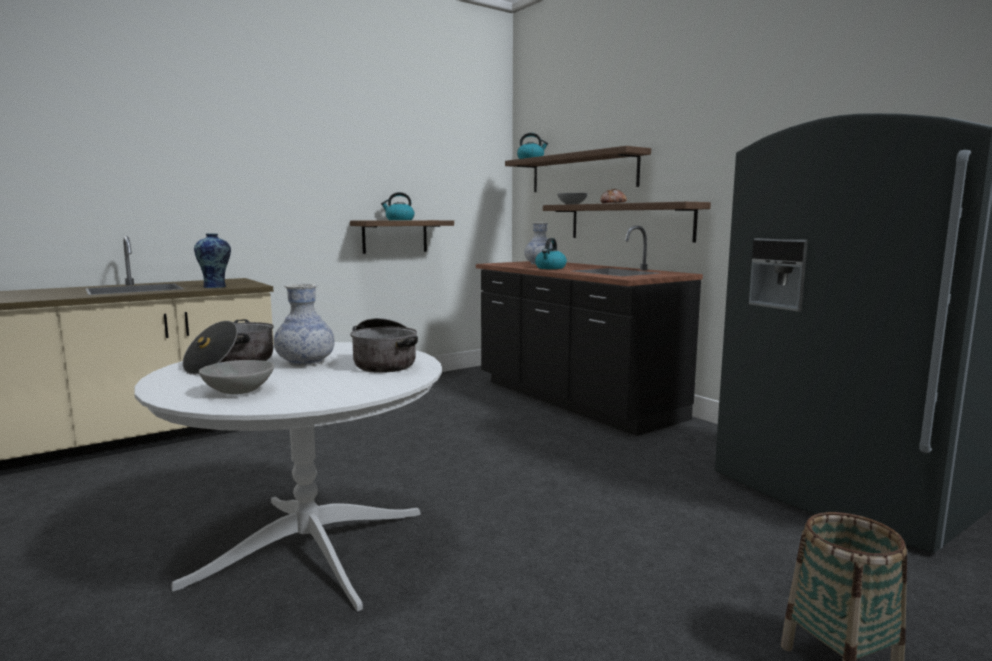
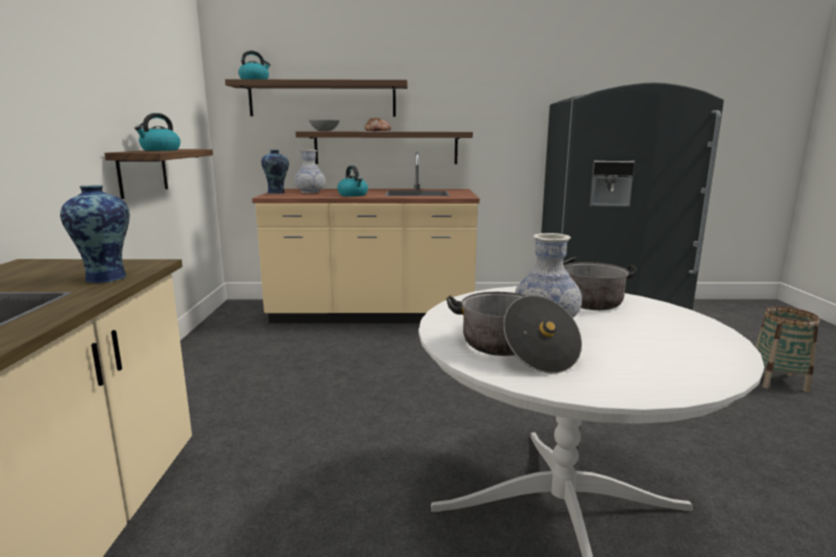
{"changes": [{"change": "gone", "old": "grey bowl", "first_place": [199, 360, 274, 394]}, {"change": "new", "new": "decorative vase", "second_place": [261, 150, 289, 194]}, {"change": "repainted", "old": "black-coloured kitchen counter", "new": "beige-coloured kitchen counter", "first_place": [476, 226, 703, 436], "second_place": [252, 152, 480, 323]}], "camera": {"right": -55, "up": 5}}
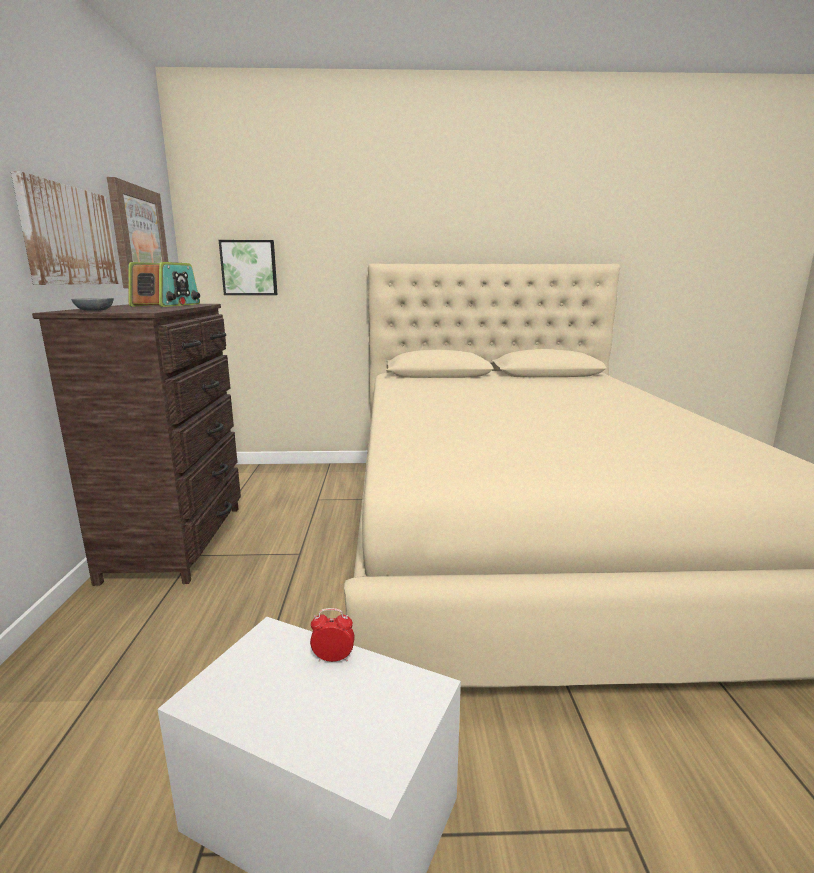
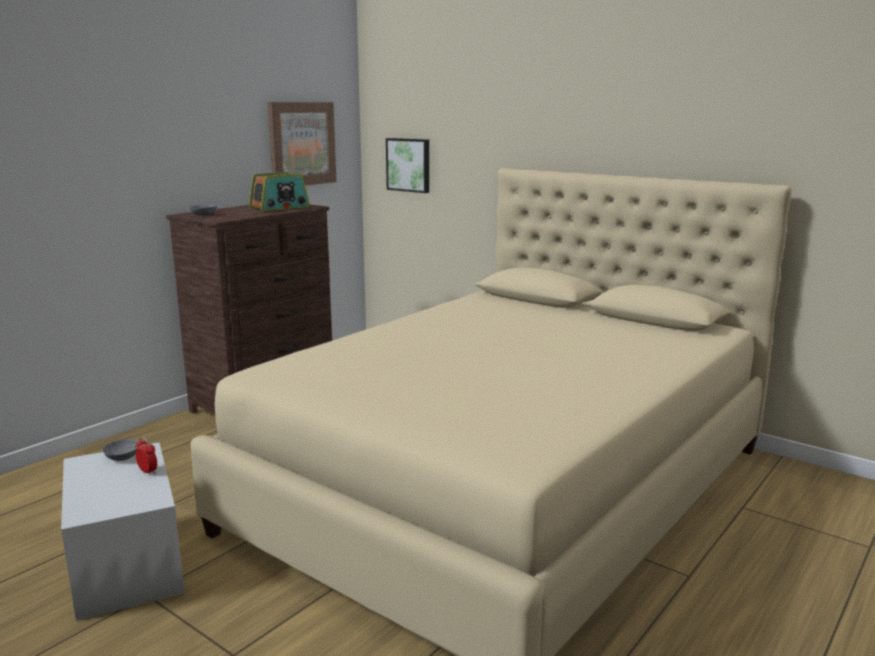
{"changes": [{"change": "gone", "old": "wall picture", "first_place": [11, 171, 119, 285]}, {"change": "new", "new": "grey bowl", "second_place": [103, 439, 140, 461]}], "camera": {"right": 40, "up": 0}}
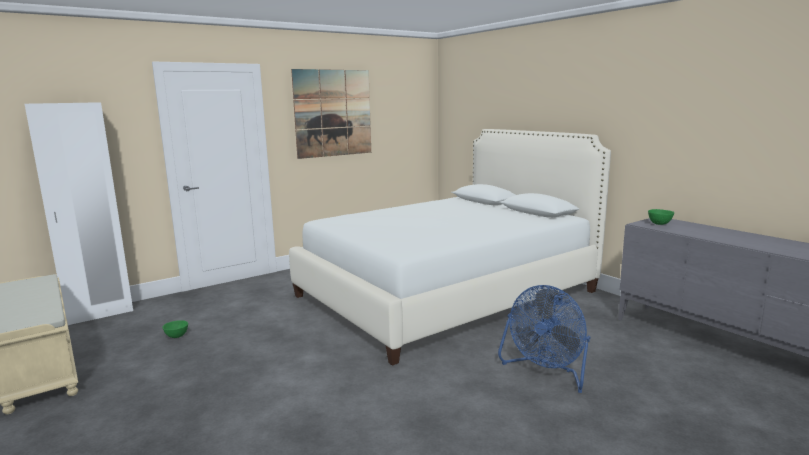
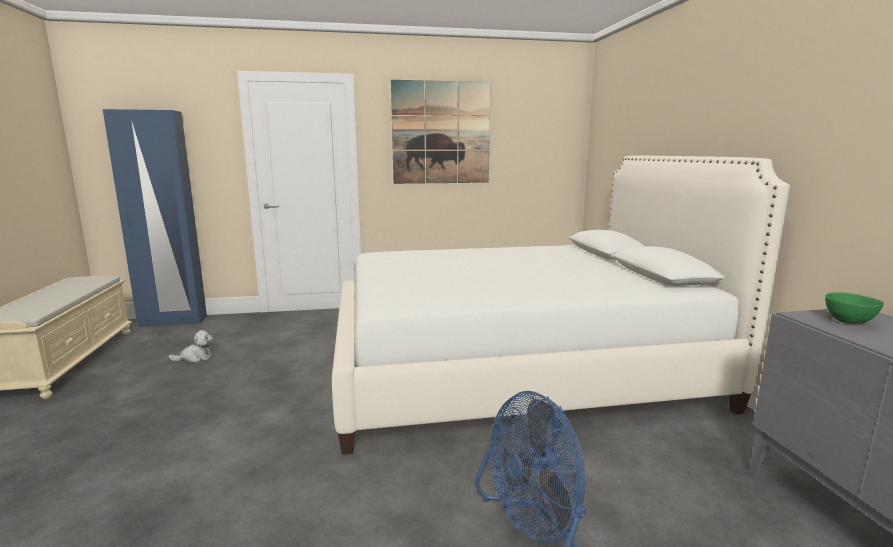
{"changes": [{"change": "swapped", "old": "green-coloured bowl", "new": "soft toy", "first_place": [163, 320, 188, 338], "second_place": [168, 330, 213, 362]}, {"change": "repainted", "old": "white-coloured clothes cupboard", "new": "blue-coloured clothes cupboard", "first_place": [25, 102, 133, 325], "second_place": [103, 109, 207, 327]}], "camera": {"right": 25, "up": 0}}
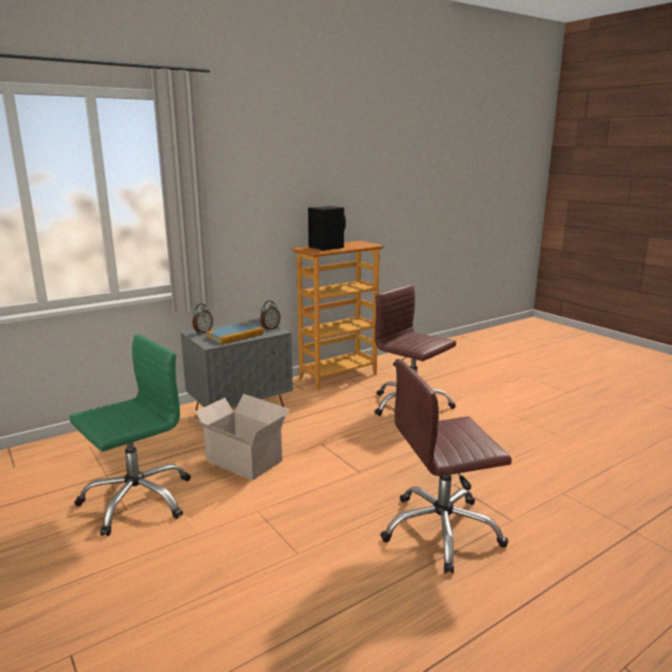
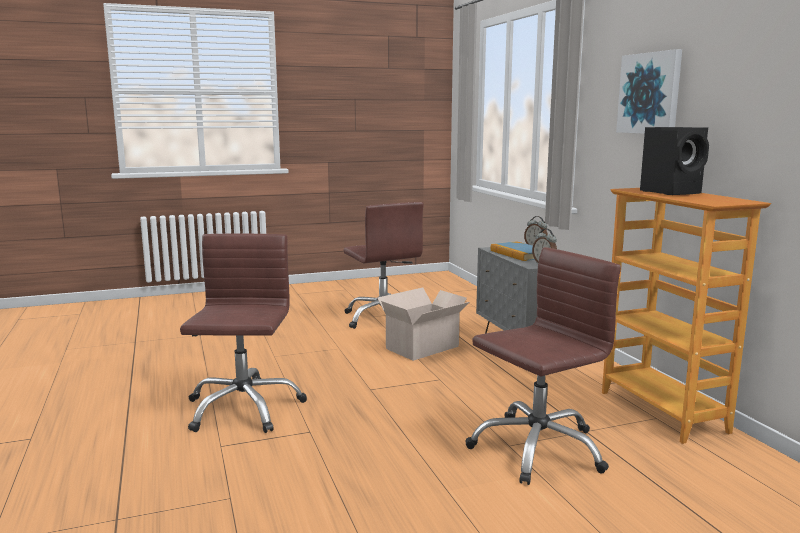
{"changes": [{"change": "new", "new": "wall picture", "second_place": [616, 49, 682, 134]}, {"change": "repainted", "old": "green-coloured desk chair", "new": "brownish desk chair", "first_place": [69, 334, 191, 536], "second_place": [344, 202, 424, 329]}], "camera": {"right": 105, "up": -5}}
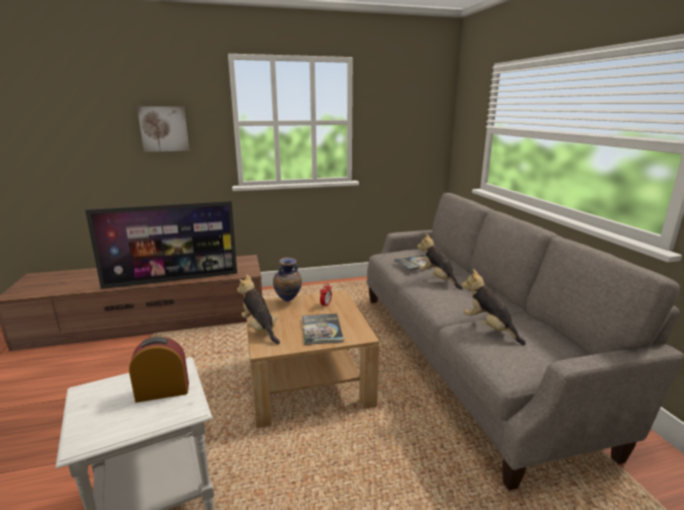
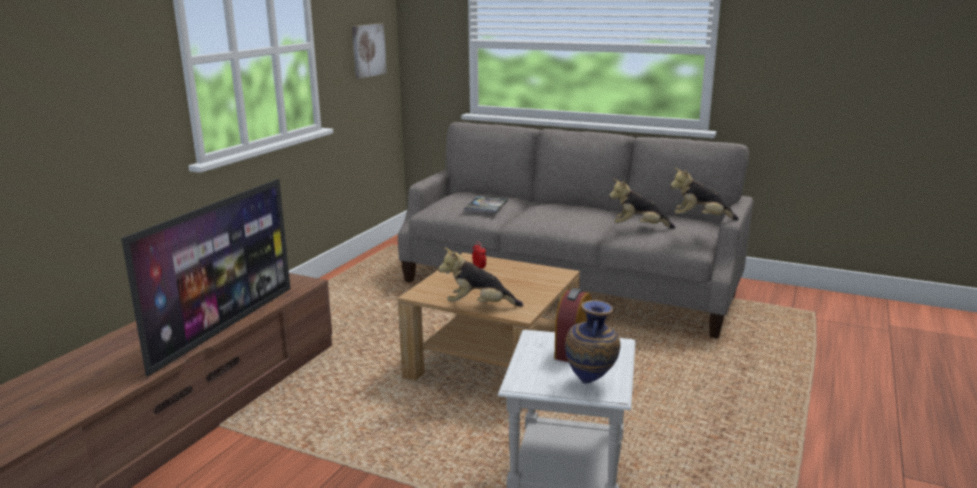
{"changes": [{"change": "gone", "old": "volume", "first_place": [302, 314, 344, 345]}, {"change": "shifted", "old": "wall picture", "first_place": [137, 107, 189, 152], "second_place": [352, 24, 387, 79]}, {"change": "shifted", "old": "decorative vase", "first_place": [273, 258, 302, 302], "second_place": [565, 300, 621, 384]}, {"change": "shifted", "old": "soft toy", "first_place": [417, 234, 463, 290], "second_place": [670, 168, 739, 220]}], "camera": {"right": -50, "up": 0}}
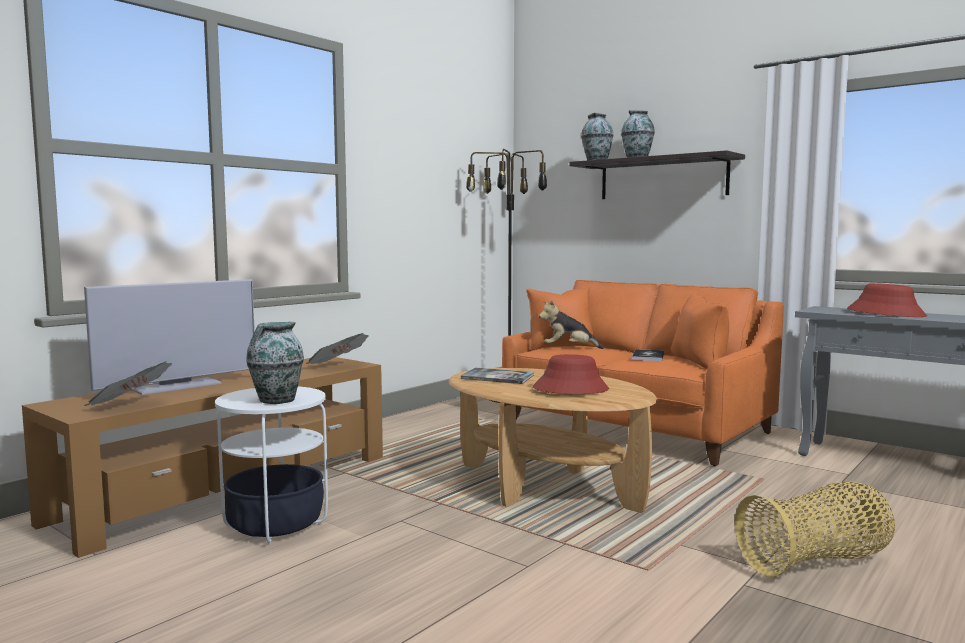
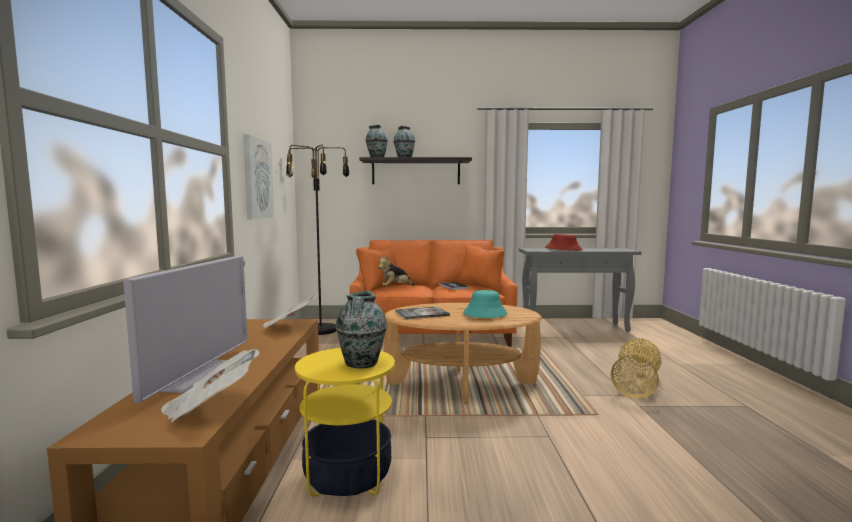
{"changes": [{"change": "new", "new": "wall picture", "second_place": [243, 134, 274, 219]}, {"change": "repainted", "old": "white-coloured side table", "new": "yellow-coloured side table", "first_place": [215, 386, 328, 544], "second_place": [295, 348, 395, 497]}, {"change": "repainted", "old": "red wearable hat", "new": "blue-green wearable hat", "first_place": [533, 354, 609, 394], "second_place": [463, 290, 508, 318]}], "camera": {"right": -40, "up": 0}}
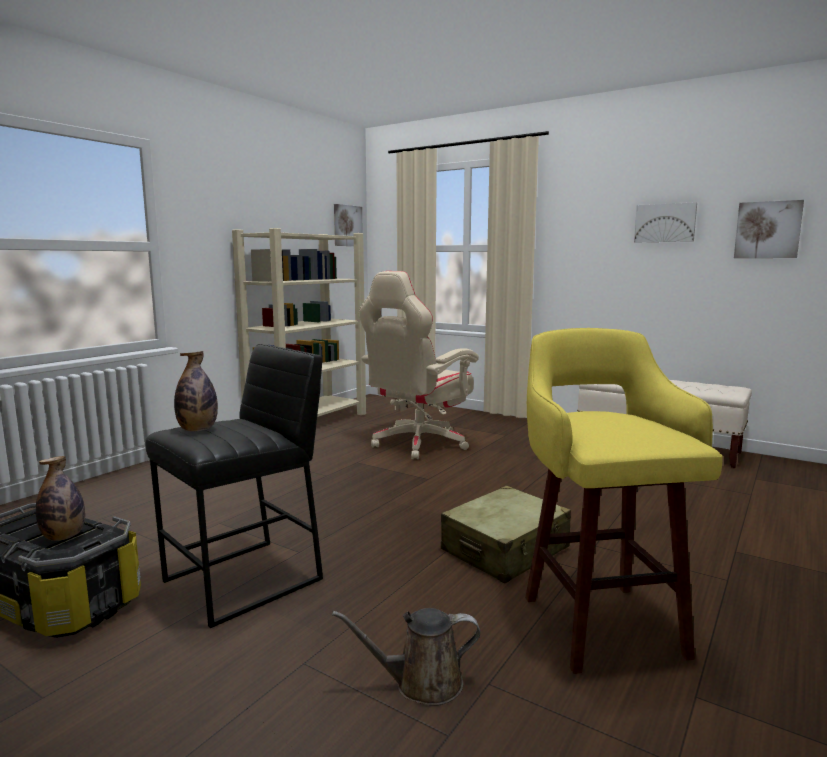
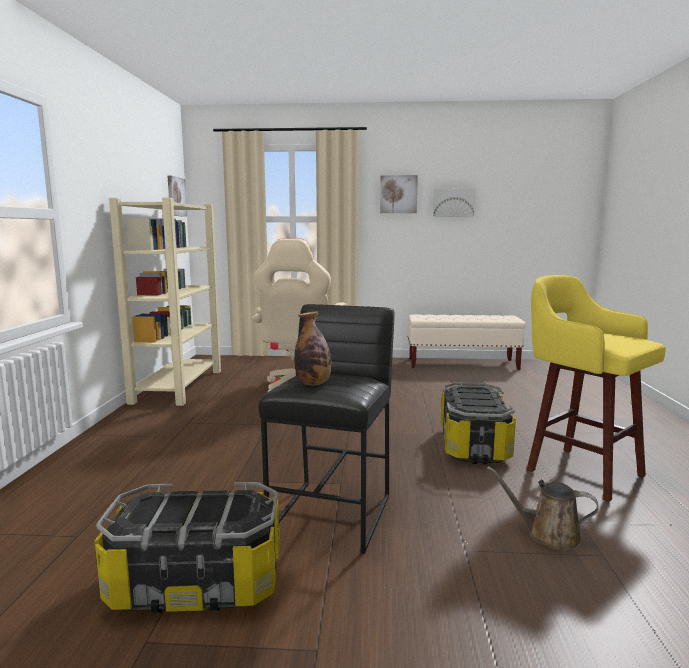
{"changes": [{"change": "gone", "old": "bottle", "first_place": [36, 456, 85, 541]}, {"change": "shifted", "old": "wall picture", "first_place": [734, 200, 804, 258], "second_place": [380, 175, 418, 213]}, {"change": "swapped", "old": "beige-coloured travel case", "new": "storage bin", "first_place": [441, 486, 571, 583], "second_place": [441, 382, 516, 465]}, {"change": "rotated", "old": "brownish watering pot", "first_place": [332, 608, 480, 706], "second_place": [487, 466, 599, 551], "degrees": 60}], "camera": {"right": -30, "up": 0}}
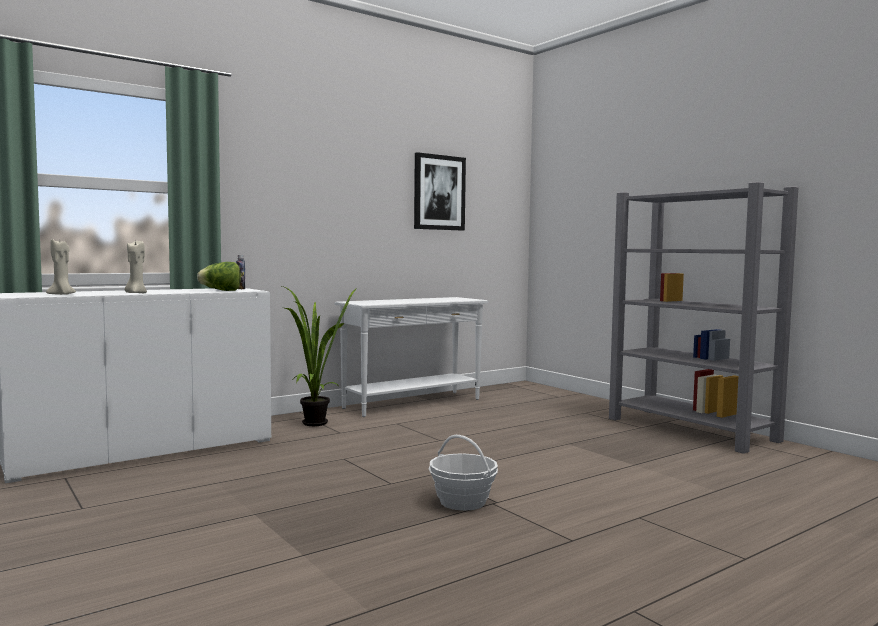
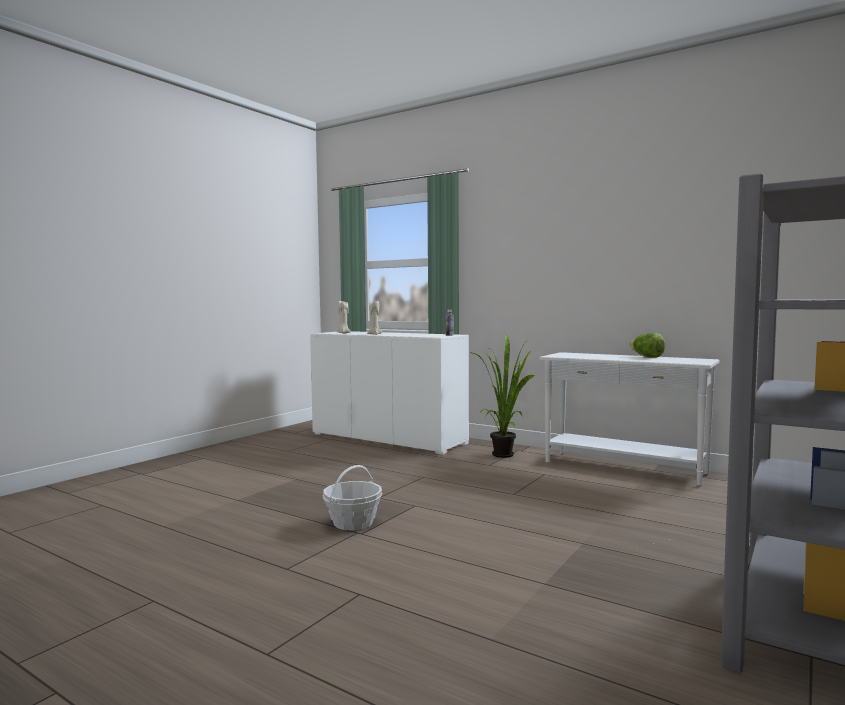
{"changes": [{"change": "gone", "old": "wall picture", "first_place": [414, 152, 466, 231]}, {"change": "shifted", "old": "head of lettuce", "first_place": [197, 262, 241, 291], "second_place": [630, 333, 666, 358]}], "camera": {"right": 70, "up": 0}}
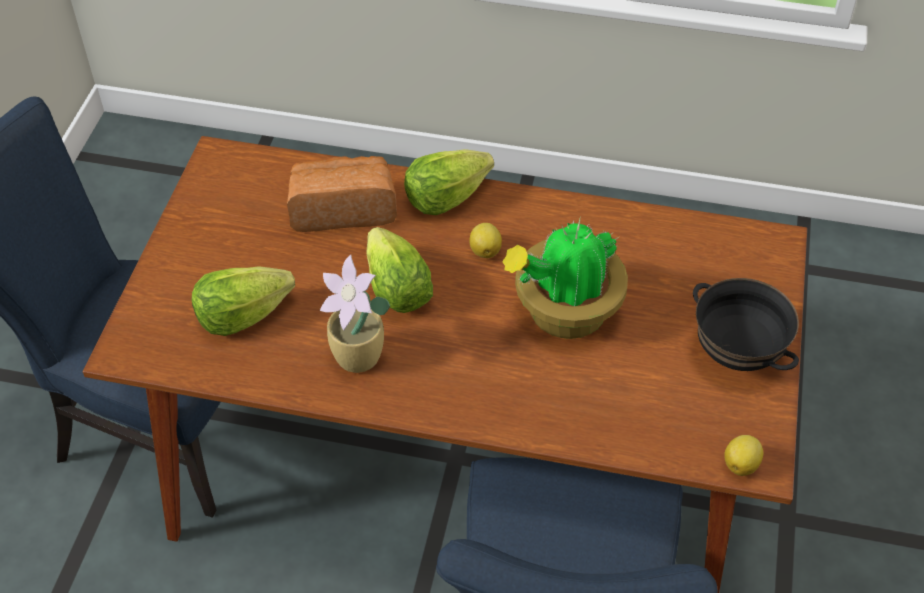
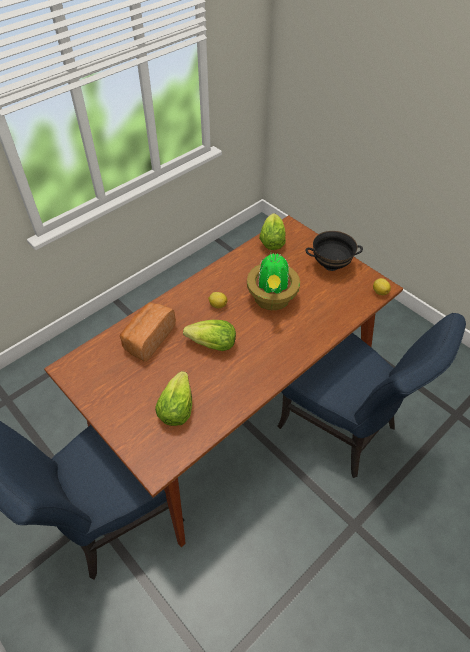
{"changes": [{"change": "gone", "old": "houseplant", "first_place": [320, 255, 390, 373]}, {"change": "shifted", "old": "head of lettuce", "first_place": [404, 149, 494, 215], "second_place": [259, 213, 286, 250]}], "camera": {"right": -55, "up": 0}}
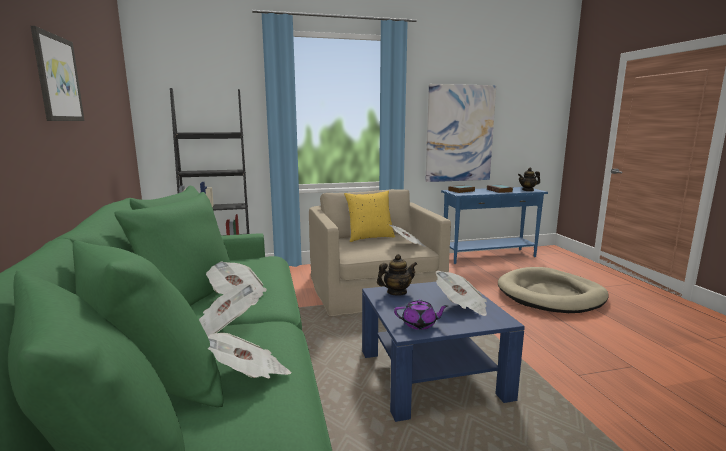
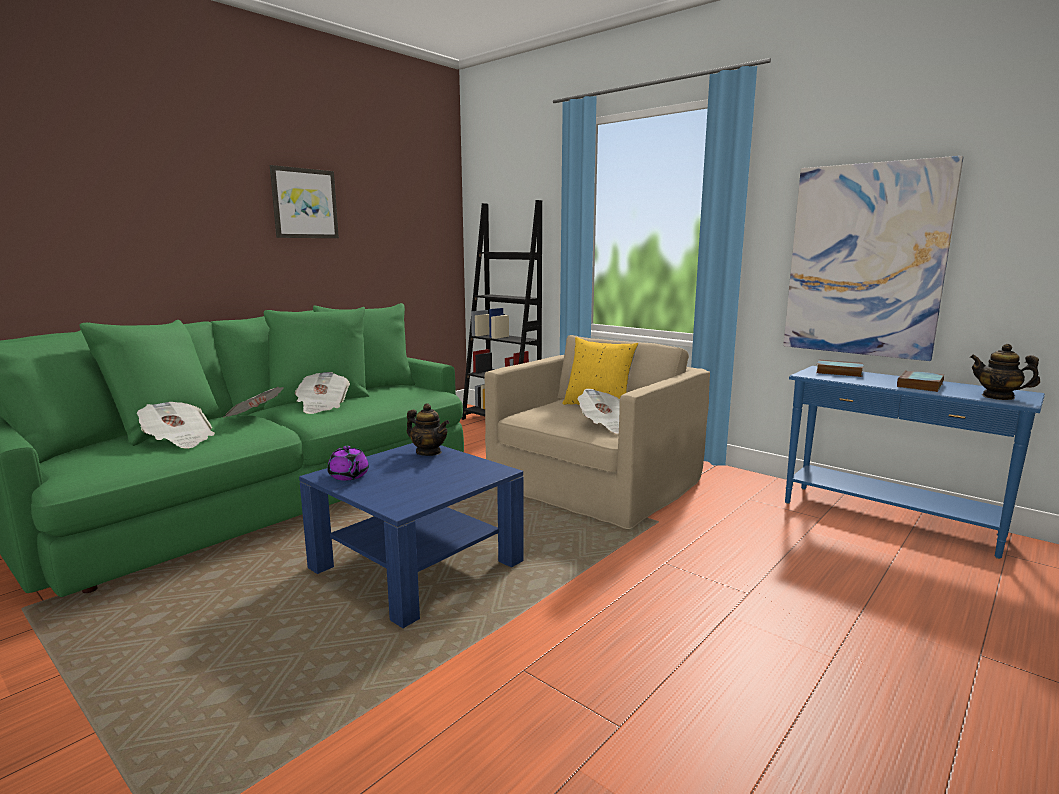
{"changes": [{"change": "gone", "old": "daily paper", "first_place": [436, 271, 487, 316]}, {"change": "gone", "old": "beige-coloured dog cushion", "first_place": [498, 267, 609, 313]}], "camera": {"right": 55, "up": 0}}
